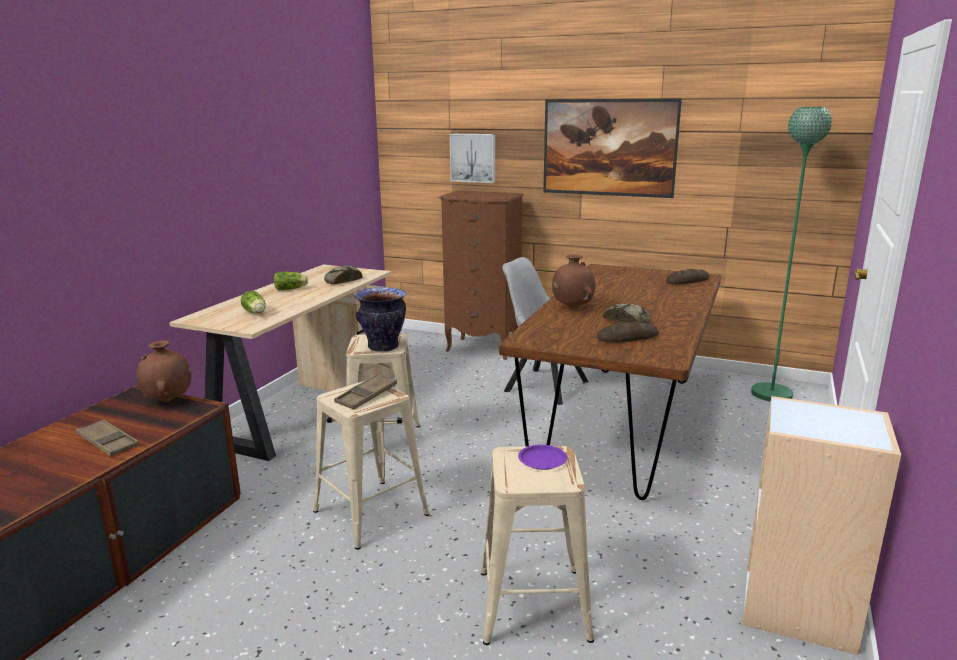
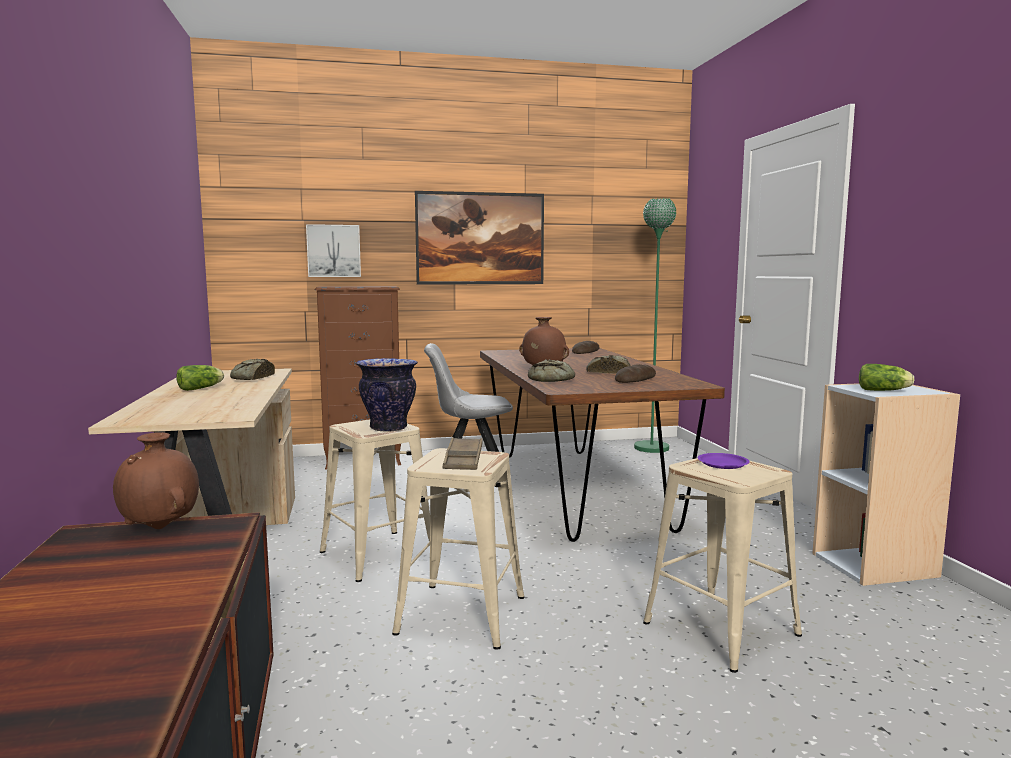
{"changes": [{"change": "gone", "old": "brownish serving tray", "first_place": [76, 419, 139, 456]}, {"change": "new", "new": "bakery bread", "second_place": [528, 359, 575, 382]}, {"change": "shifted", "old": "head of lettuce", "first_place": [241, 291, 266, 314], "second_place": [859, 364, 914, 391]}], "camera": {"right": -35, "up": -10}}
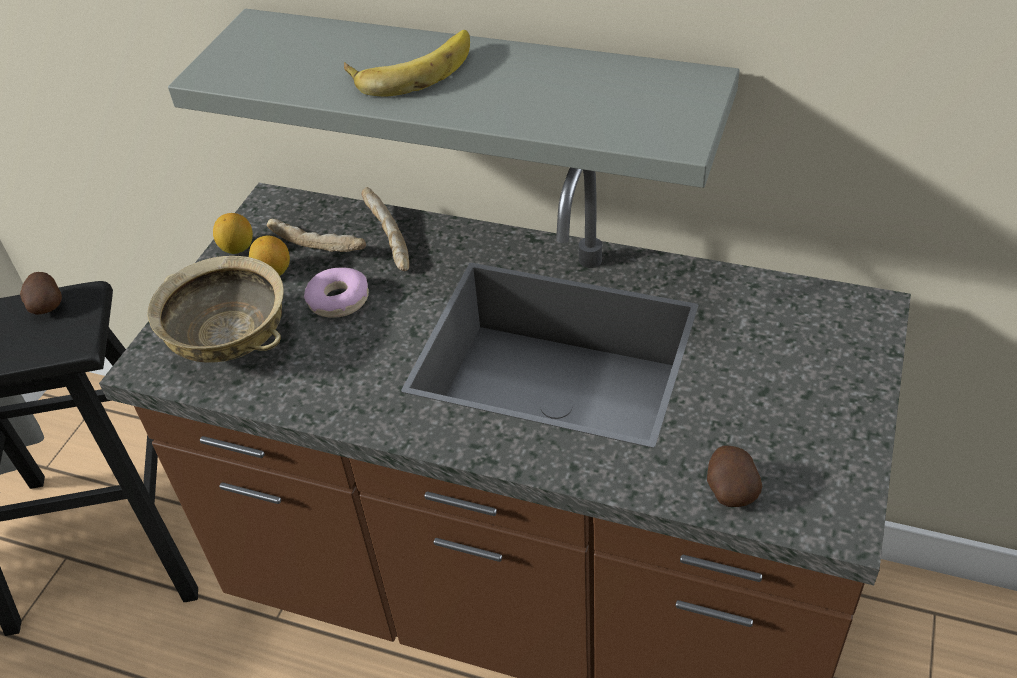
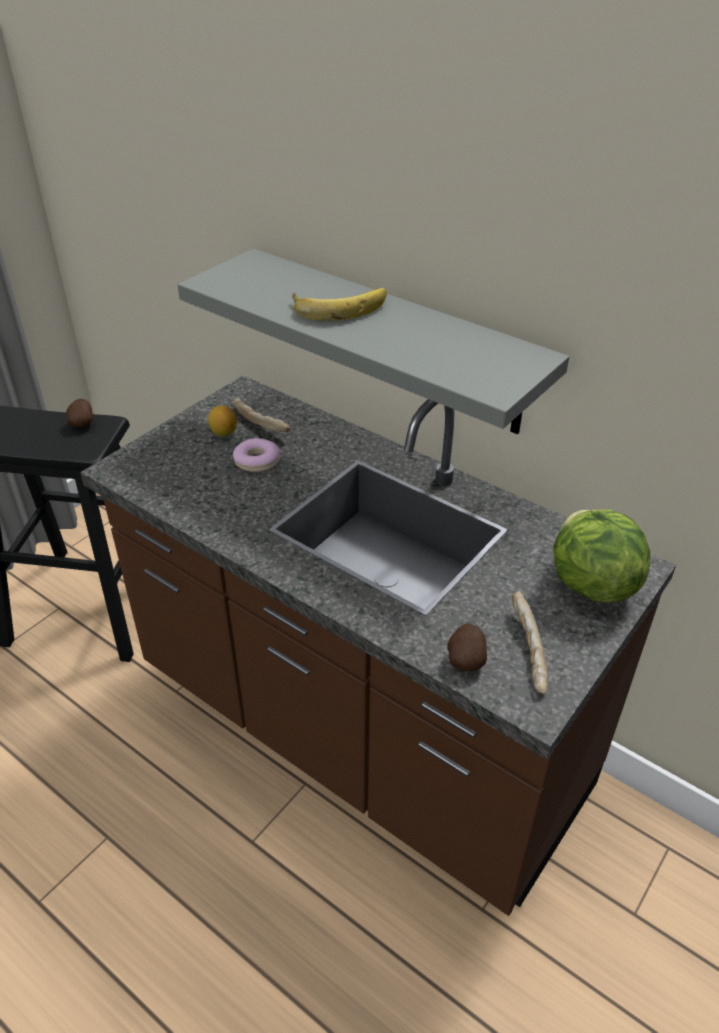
{"changes": [{"change": "gone", "old": "beige-coloured bowl", "first_place": [148, 256, 284, 363]}, {"change": "gone", "old": "whole lemon", "first_place": [213, 213, 253, 254]}, {"change": "new", "new": "head of lettuce", "second_place": [554, 509, 651, 603]}, {"change": "shifted", "old": "bakery bread", "first_place": [361, 187, 409, 271], "second_place": [512, 591, 548, 694]}], "camera": {"right": 15, "up": -5}}
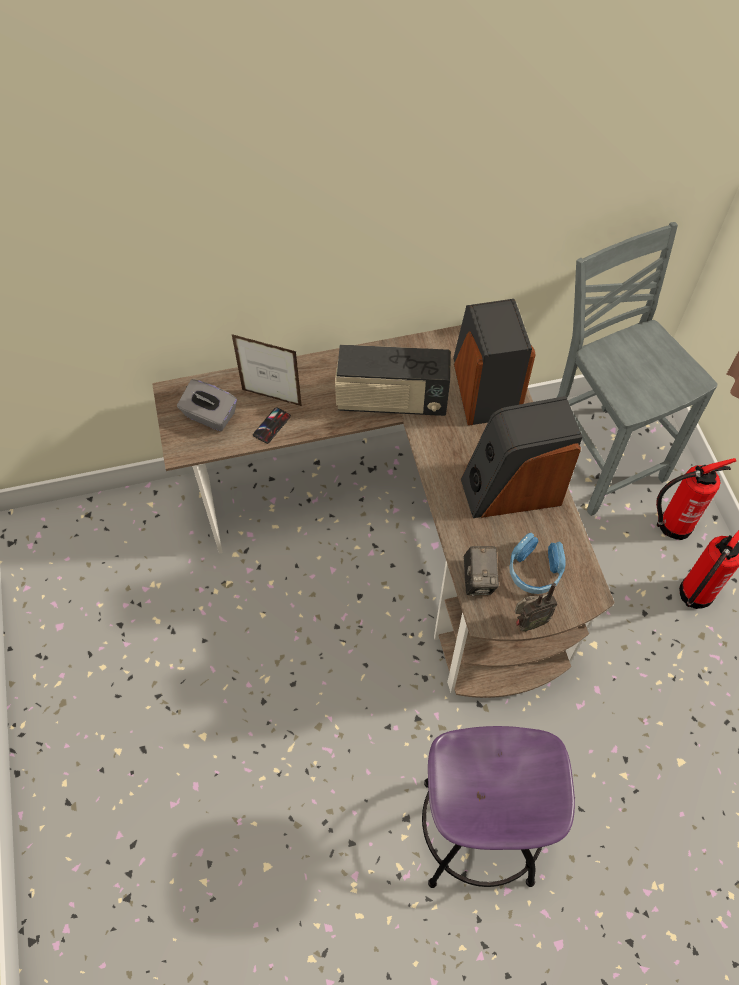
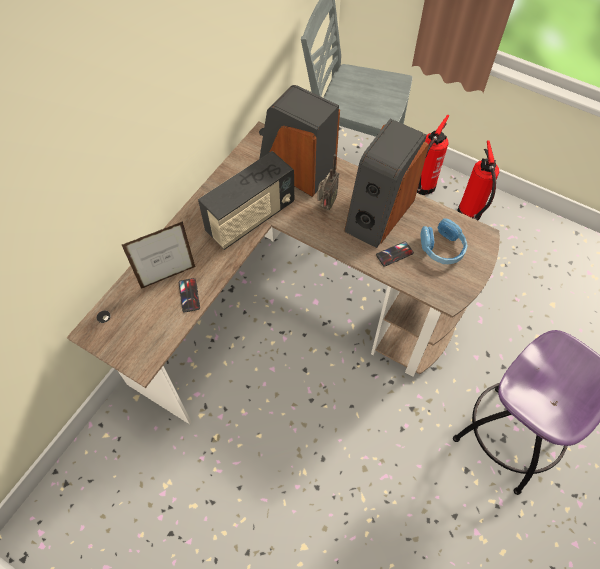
{"changes": [{"change": "gone", "old": "grey tissue box", "first_place": [177, 379, 237, 431]}, {"change": "gone", "old": "still camera", "first_place": [463, 546, 499, 597]}, {"change": "new", "new": "telephone", "second_place": [376, 241, 414, 267]}, {"change": "shifted", "old": "radio set", "first_place": [514, 583, 558, 631], "second_place": [317, 154, 339, 210]}], "camera": {"right": -45, "up": 0}}
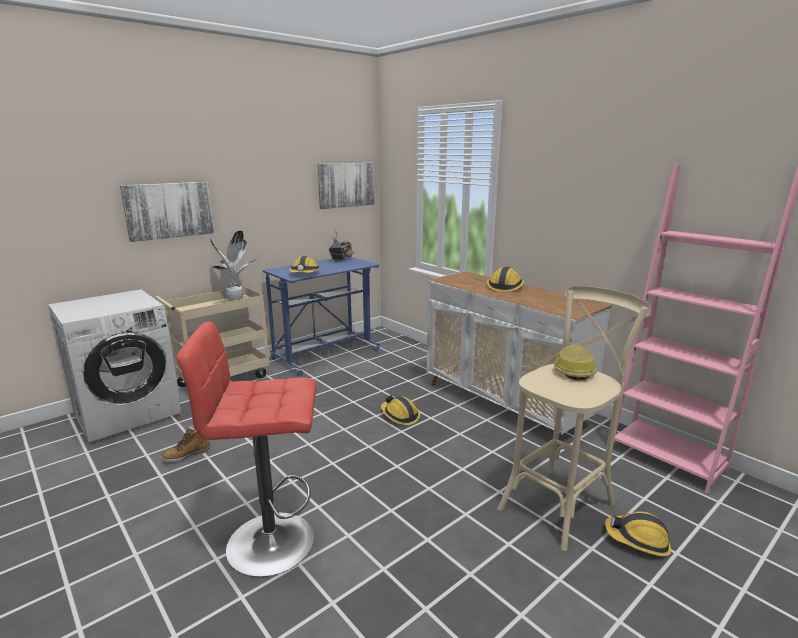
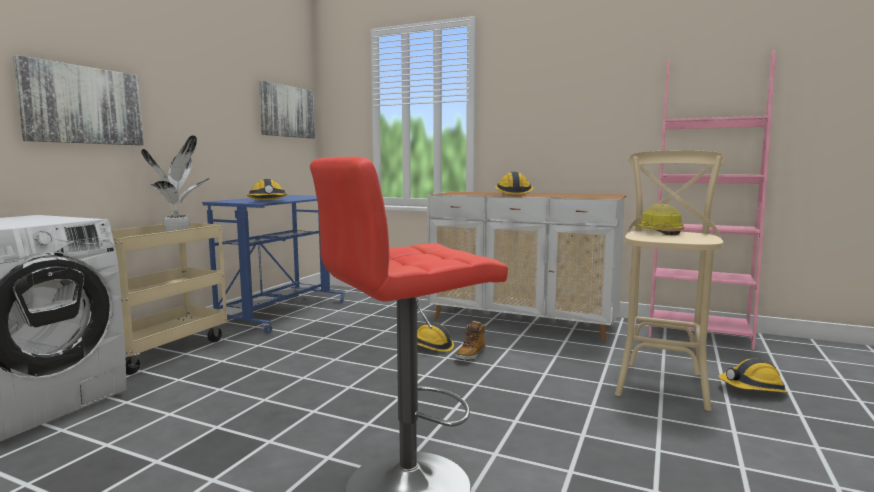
{"changes": [{"change": "gone", "old": "radio set", "first_place": [329, 229, 354, 262]}, {"change": "shifted", "old": "tall boot", "first_place": [161, 425, 211, 462], "second_place": [455, 321, 486, 360]}], "camera": {"right": -25, "up": -10}}
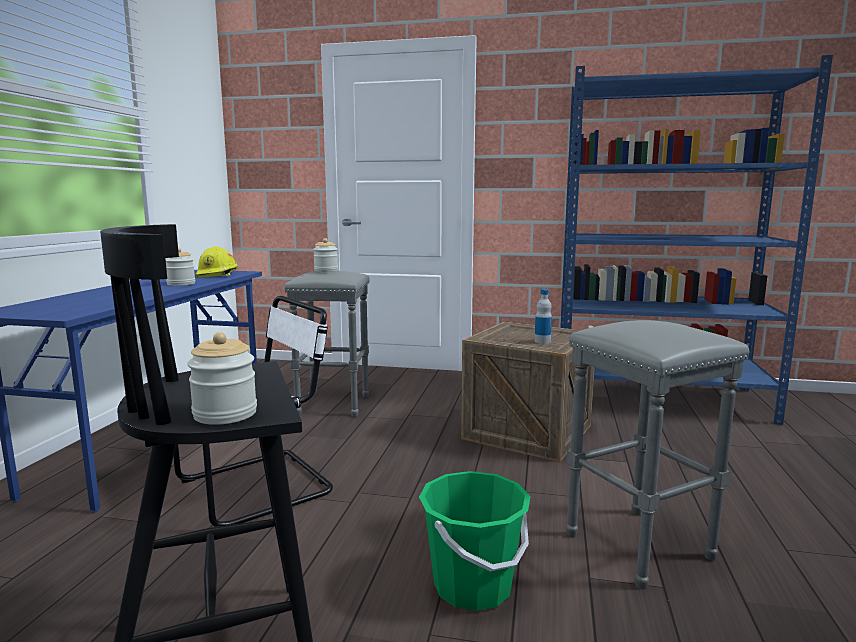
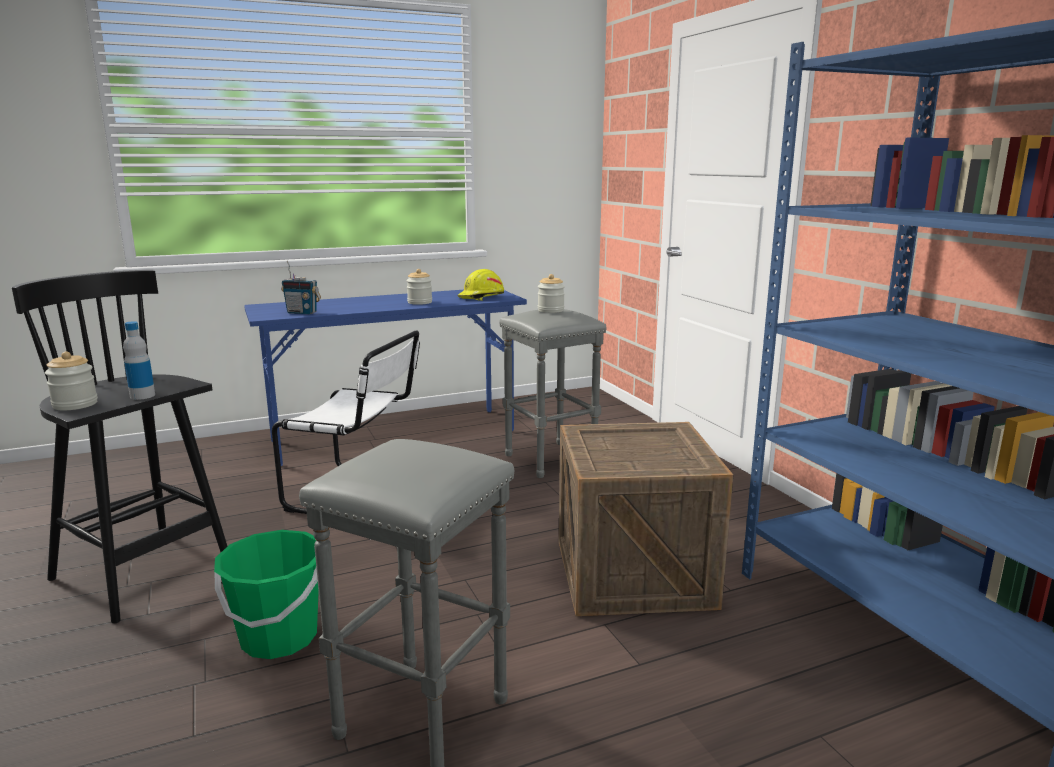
{"changes": [{"change": "new", "new": "radio set", "second_place": [281, 261, 321, 314]}, {"change": "shifted", "old": "bottle", "first_place": [535, 289, 552, 344], "second_place": [123, 321, 155, 400]}], "camera": {"right": 55, "up": 5}}
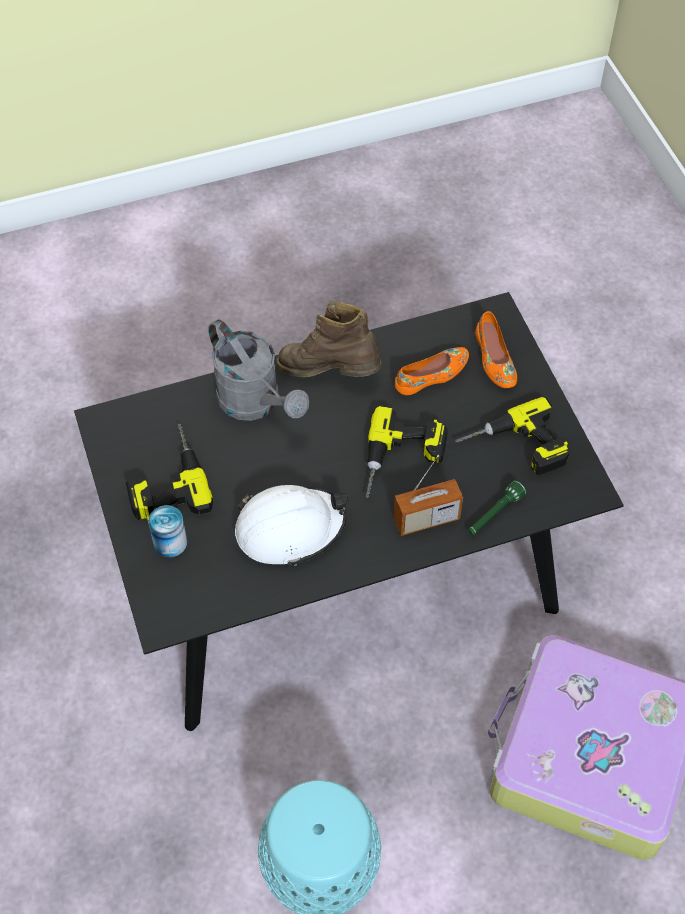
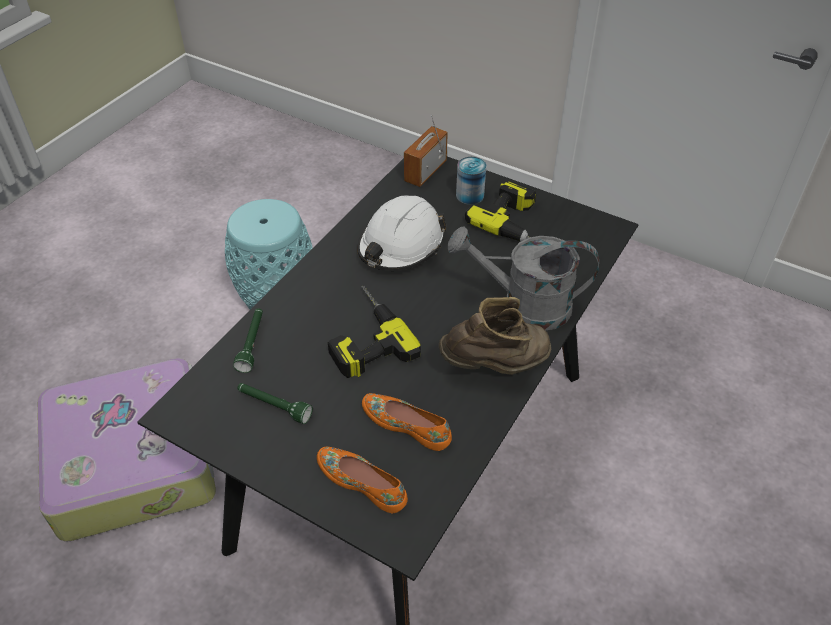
{"changes": [{"change": "shifted", "old": "radio set", "first_place": [394, 455, 463, 536], "second_place": [404, 115, 448, 187]}, {"change": "swapped", "old": "power drill", "new": "green-coloured torch", "first_place": [456, 397, 570, 476], "second_place": [237, 383, 313, 424]}, {"change": "rotated", "old": "orange shoe", "first_place": [395, 347, 469, 395], "second_place": [362, 393, 452, 451], "degrees": 105}], "camera": {"right": 140, "up": -10}}
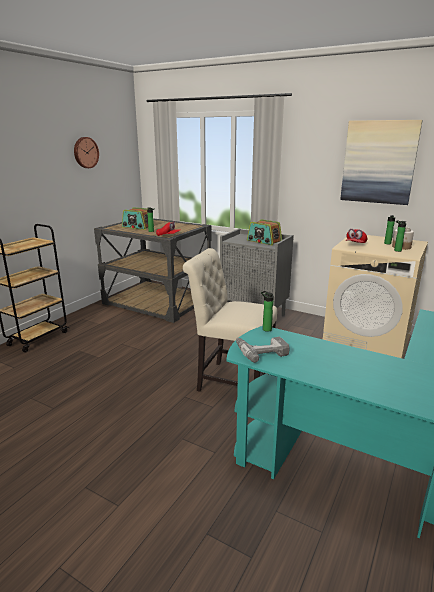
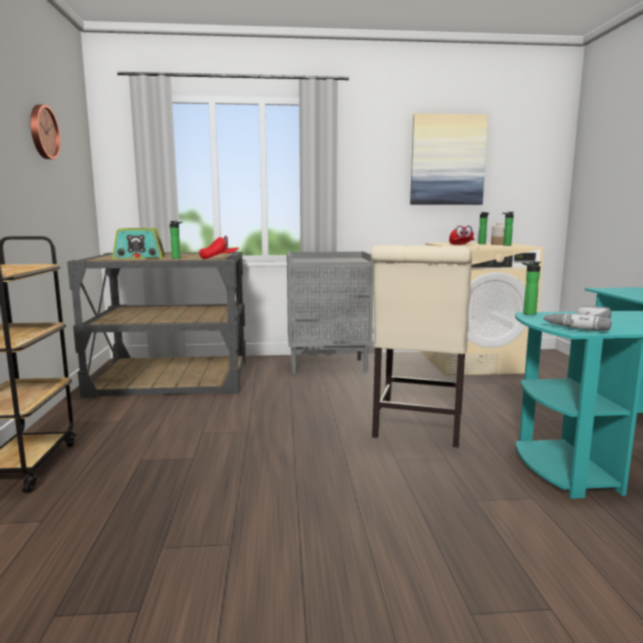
{"changes": [{"change": "gone", "old": "radio set", "first_place": [247, 219, 282, 245]}, {"change": "rotated", "old": "beige-coloured upright chair", "first_place": [183, 248, 277, 392], "second_place": [371, 245, 472, 448], "degrees": -60}], "camera": {"right": -35, "up": -10}}
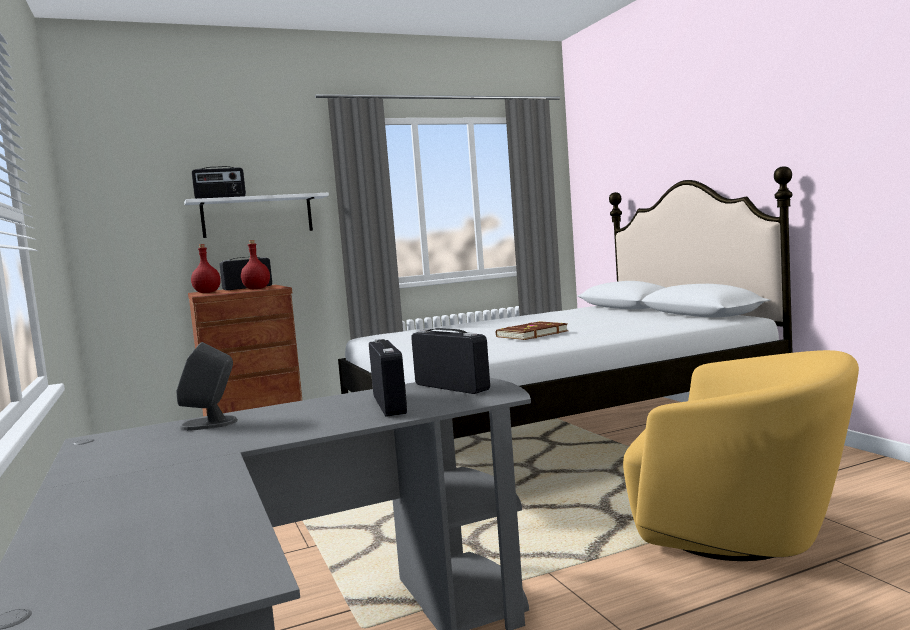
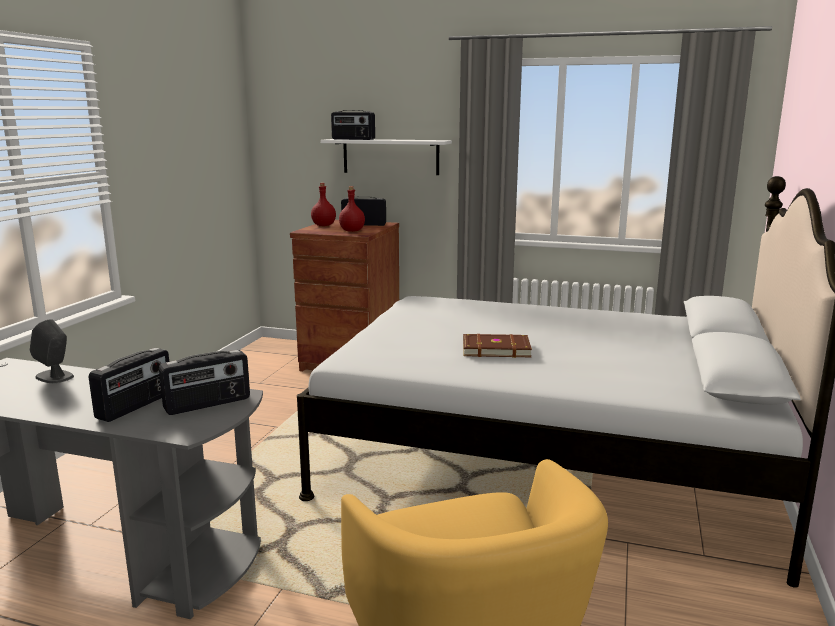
{"changes": [{"change": "rotated", "old": "radio set", "first_place": [411, 328, 490, 394], "second_place": [159, 350, 250, 415], "degrees": 60}], "camera": {"right": 40, "up": 10}}
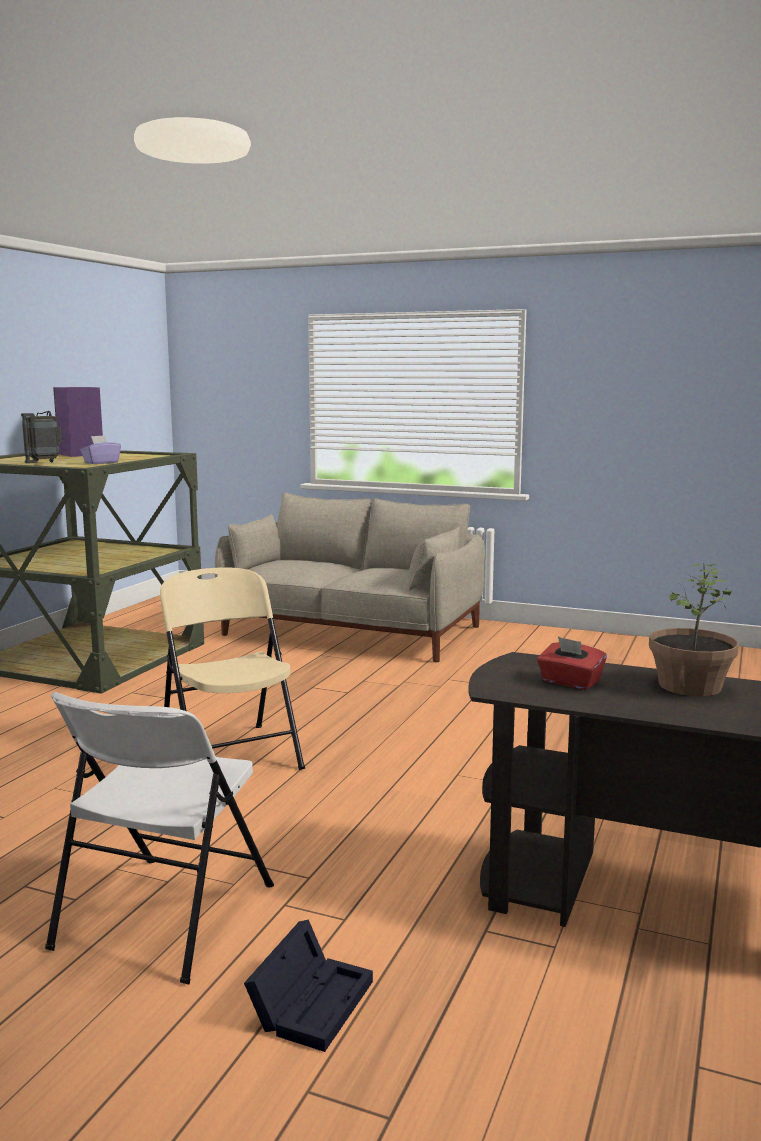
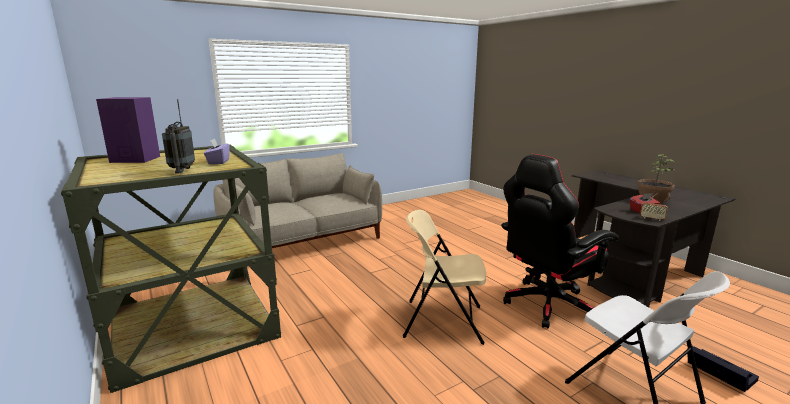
{"changes": [{"change": "new", "new": "black-coloured desk chair", "second_place": [501, 154, 619, 329]}, {"change": "new", "new": "radio set", "second_place": [640, 193, 668, 221]}], "camera": {"right": -55, "up": 5}}
